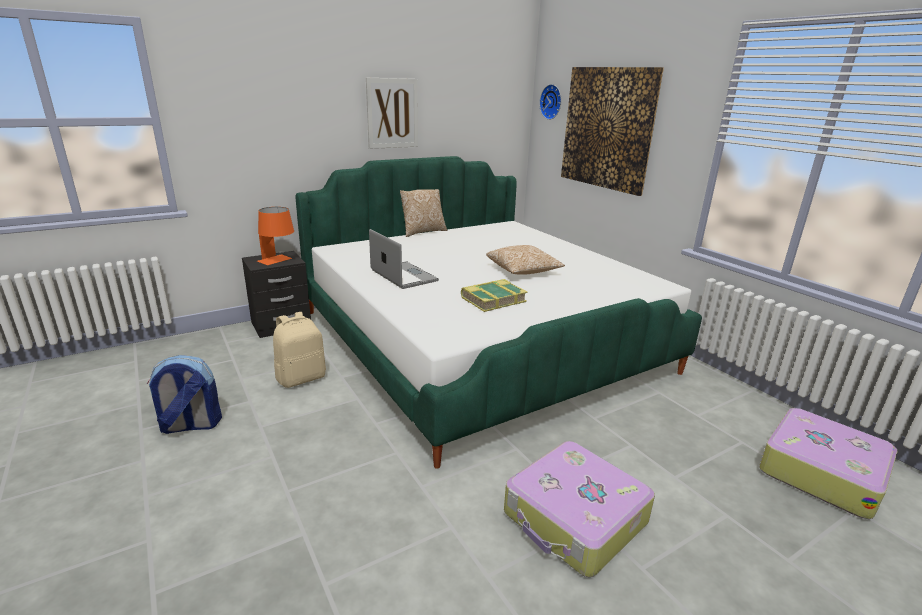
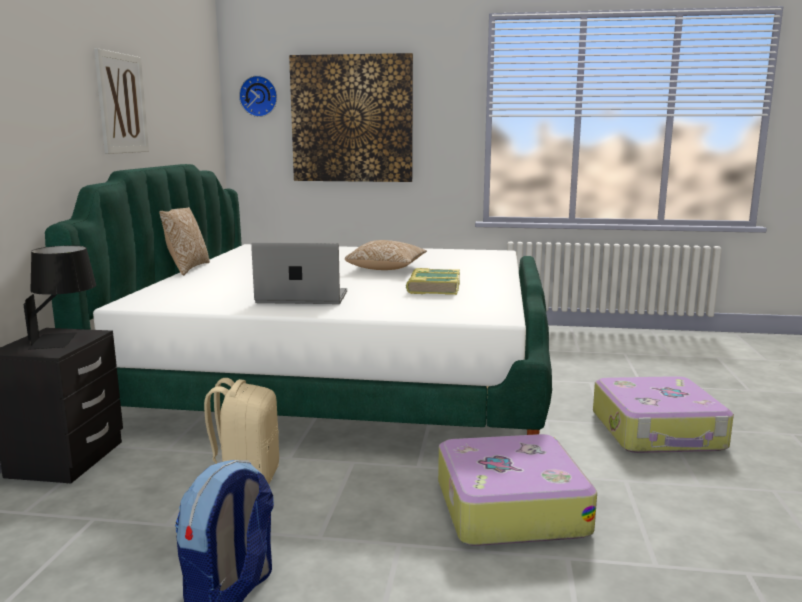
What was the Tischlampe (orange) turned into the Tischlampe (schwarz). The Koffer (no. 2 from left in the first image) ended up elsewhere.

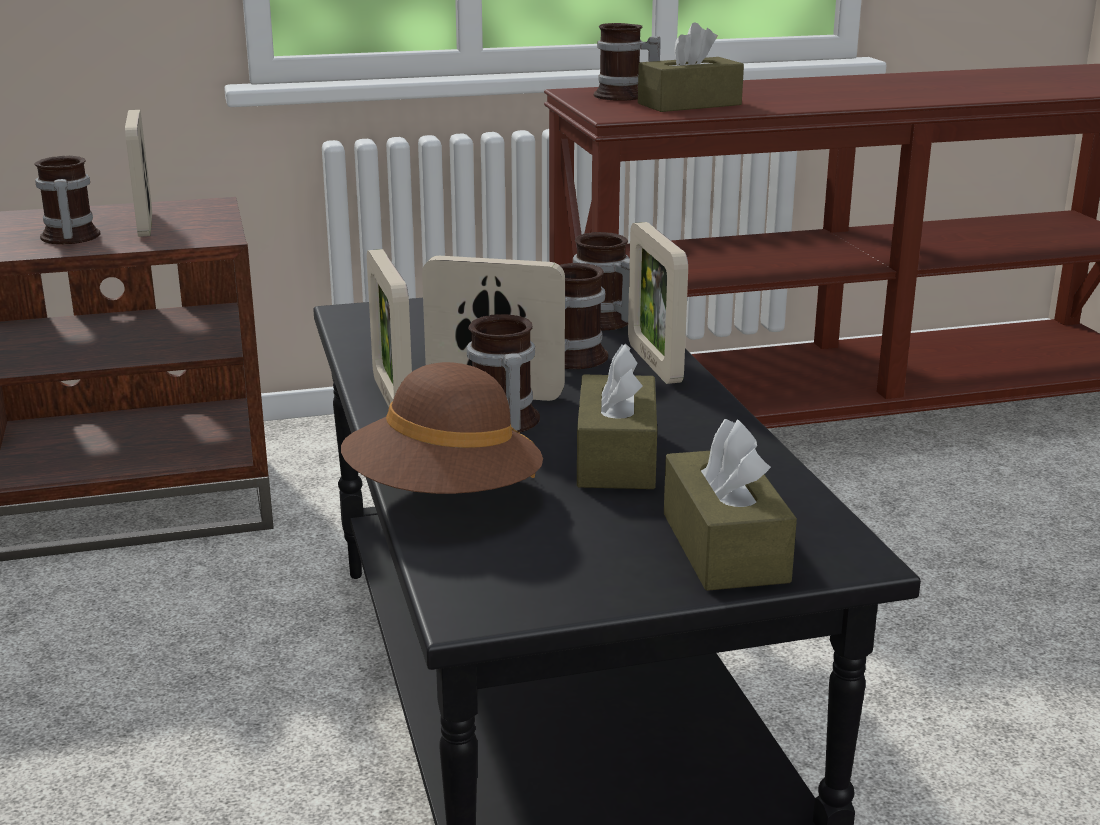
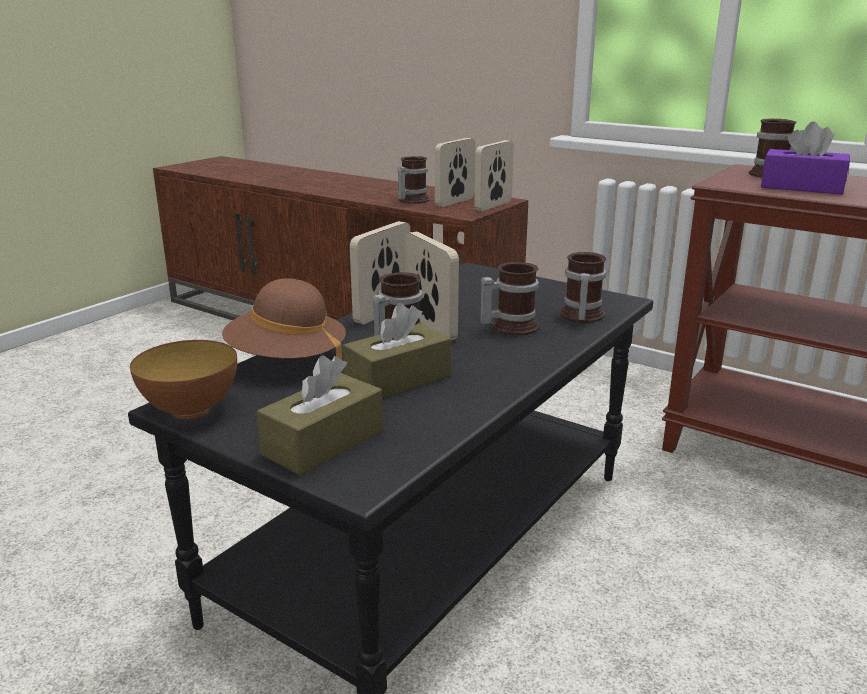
What was the Taschentuchbox (braun) (no. 2 from left) turned into the Taschentuchbox (lila). The Bilderrahmen (no. 4 from left) ended up elsewhere. The second view gained the Schüssel.

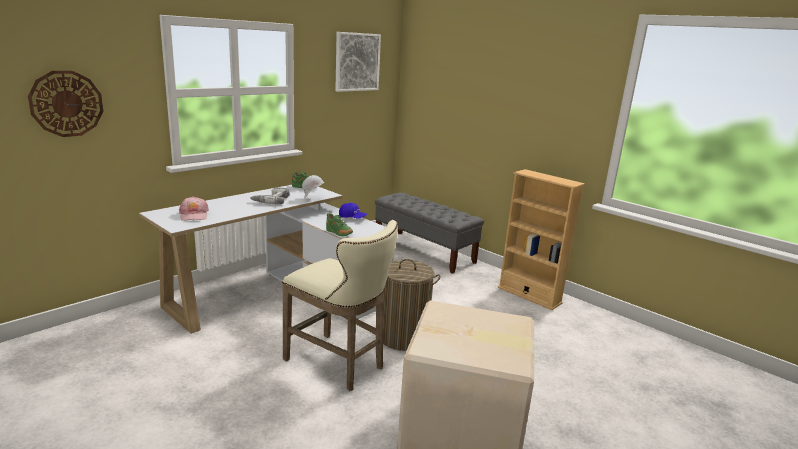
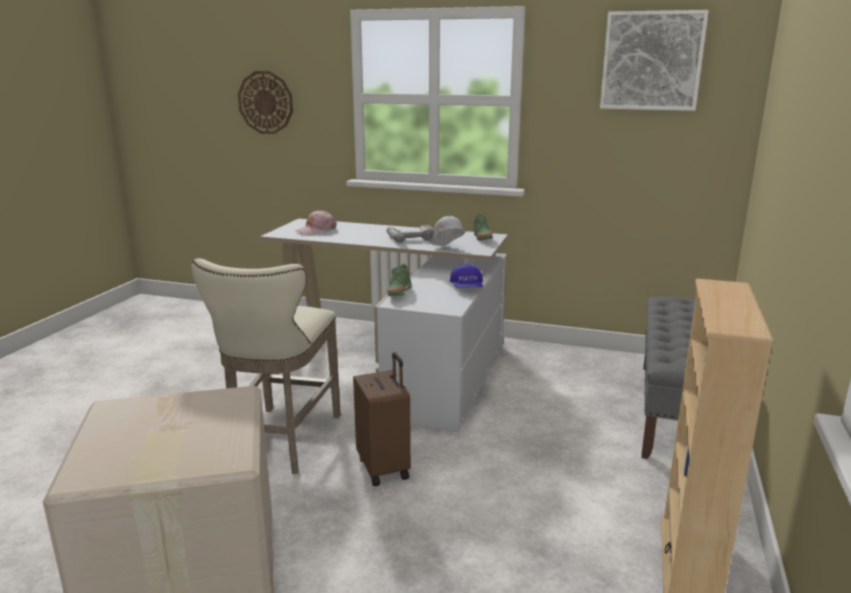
Where the Wäschekorb stood, the Koffer (braun) came to stand.

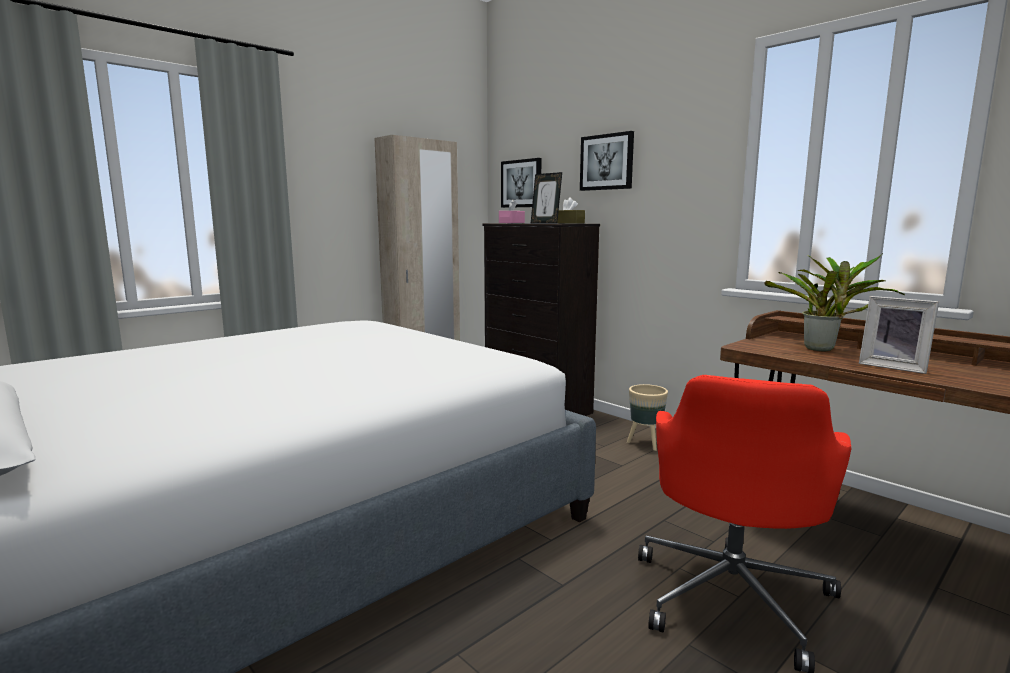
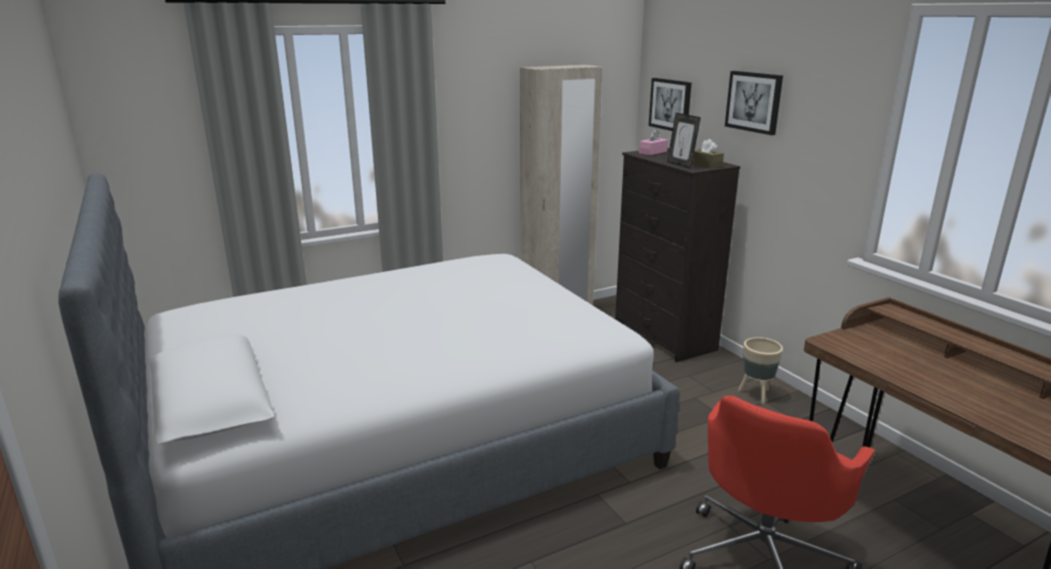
The second view lost the Topfpflanze. The second view lost the Bilderrahmen (no. 2 from left).

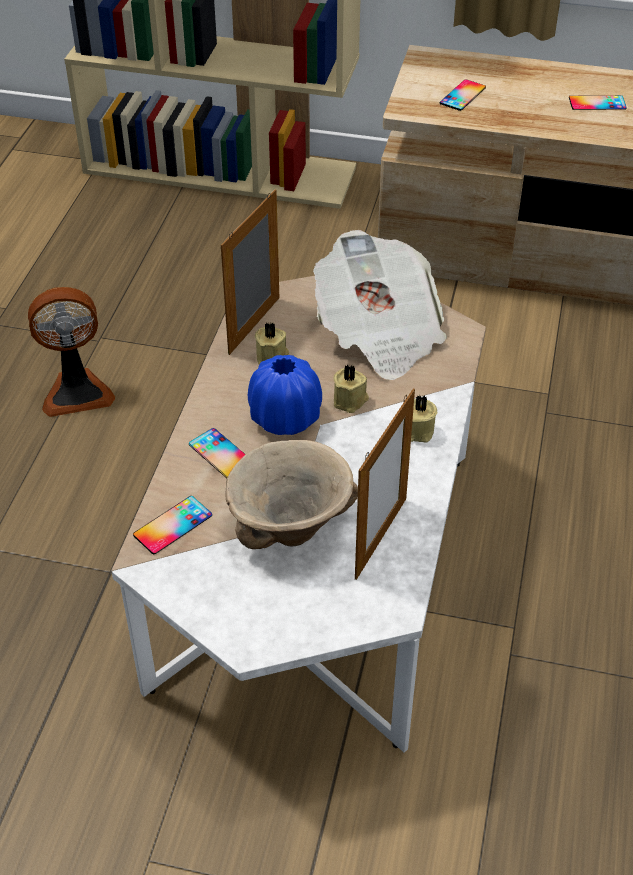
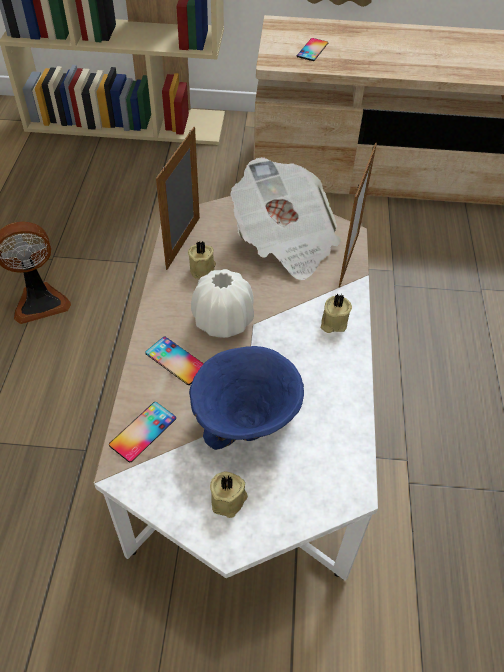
The second view lost the Handy (no. 4 from left). What was the Vase (blau) turned into the Vase (weiß). The Kerze (beige) (no. 2 from left) ended up elsewhere. The Bilderrahmen (no. 2 from left) ended up elsewhere. What was the Schüssel (beige) turned into the Schüssel (blau).

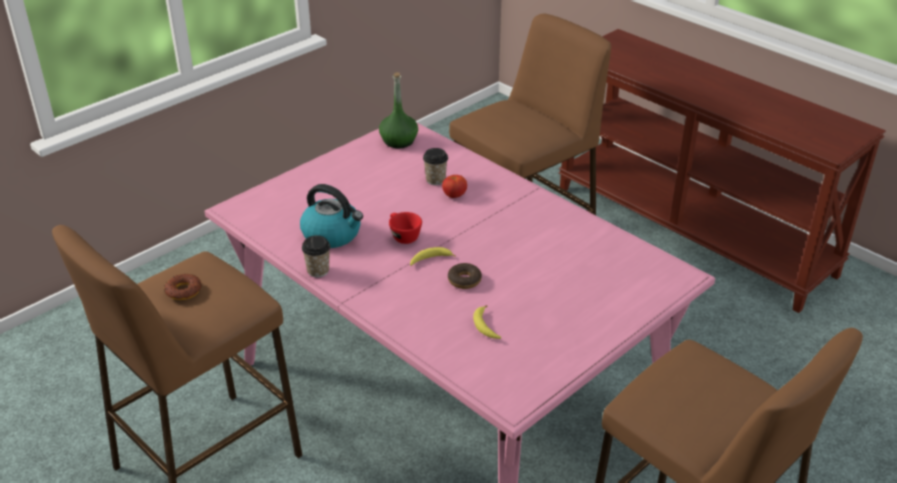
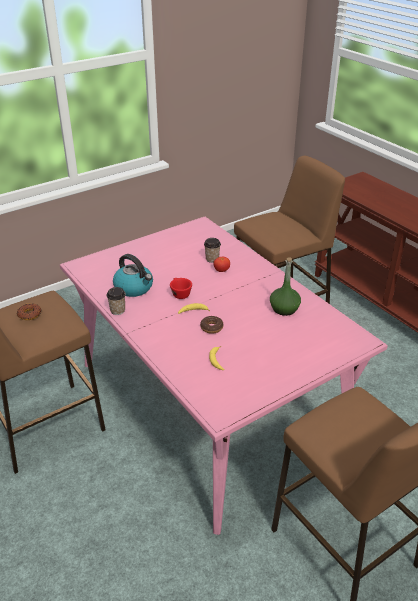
The Flasche (grün) ended up elsewhere.

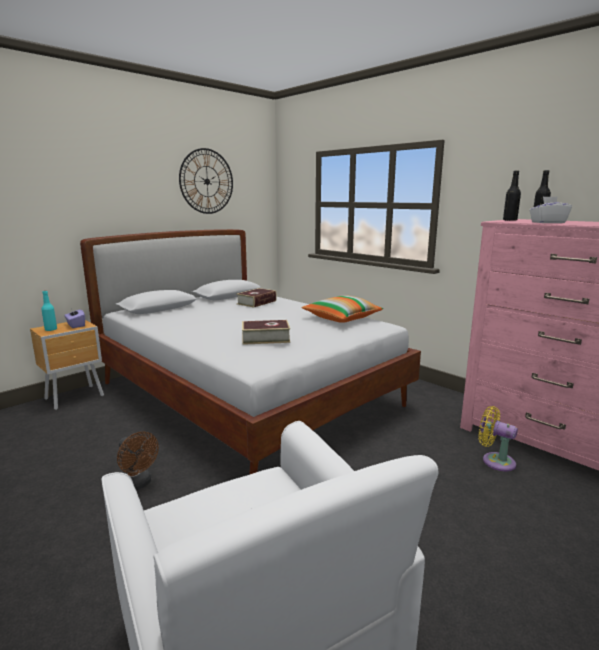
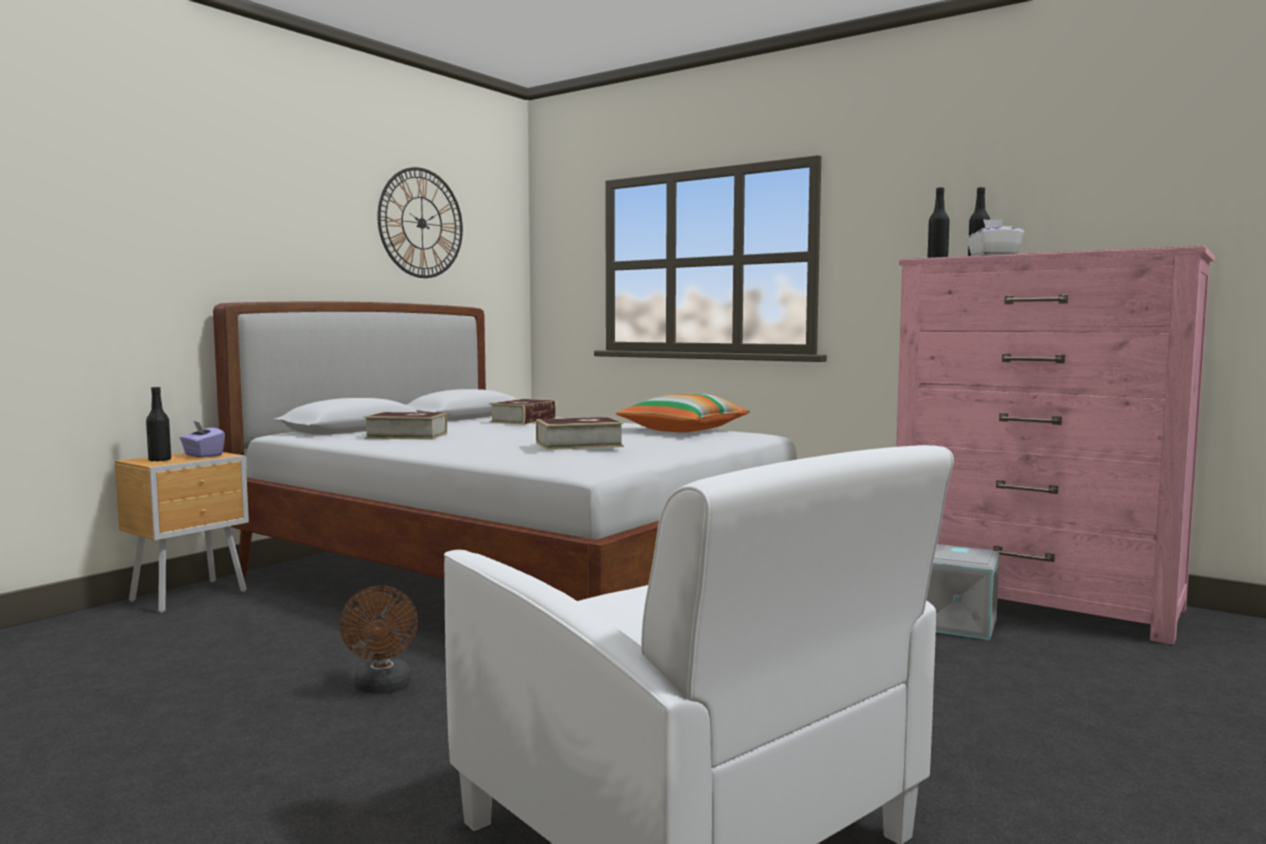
What was the Flasche (türkis) turned into the Flasche (schwarz) (no. 1 from left). Where the Ventilator (gelb) stood, the Aufbewahrungsbox (grau) came to stand. The Ventilator (braun) ended up facing another way, 45 degrees clockwise from before. The second view gained the Buch (no. 1 from left).

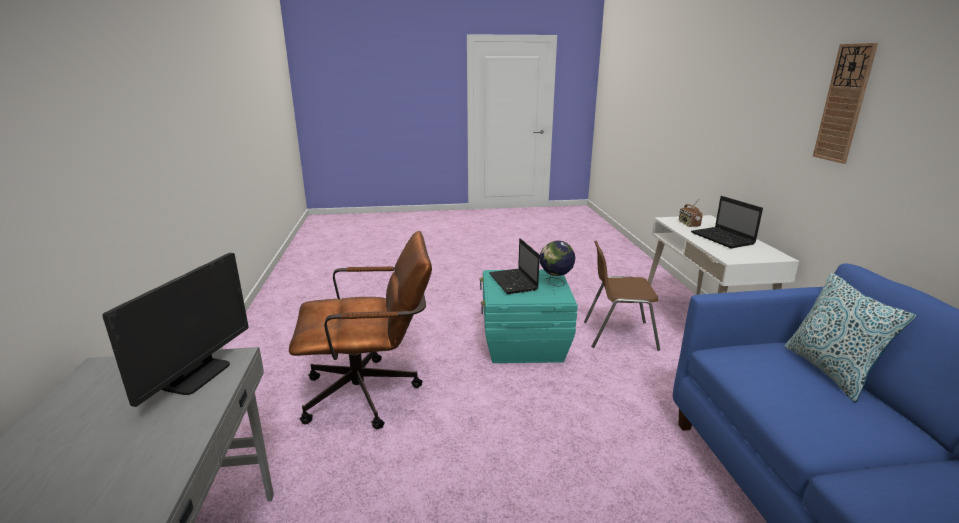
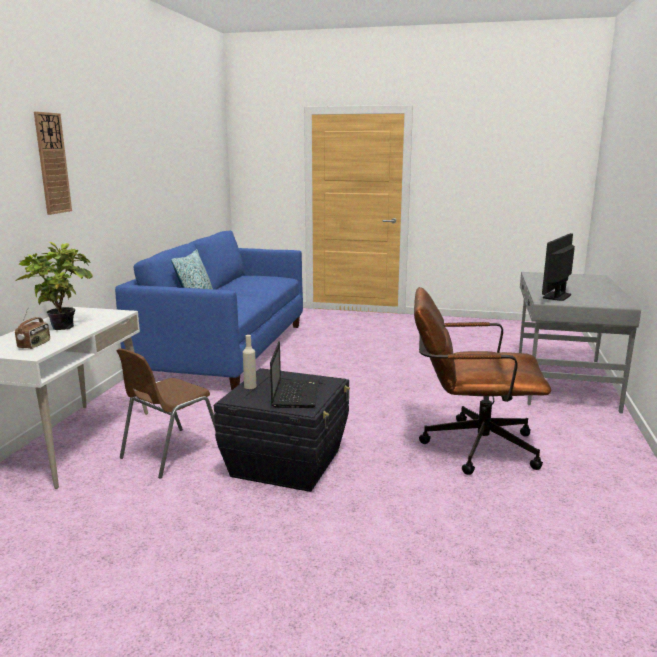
Where the Laptop (no. 2 from left) stood, the Topfpflanze came to stand. Where the Globus stood, the Flasche (beige) came to stand. The Stuhl (braun) ended up facing another way, 105 degrees clockwise from before. What was the Aufbewahrungsbox (türkis) turned into the Aufbewahrungsbox (schwarz).

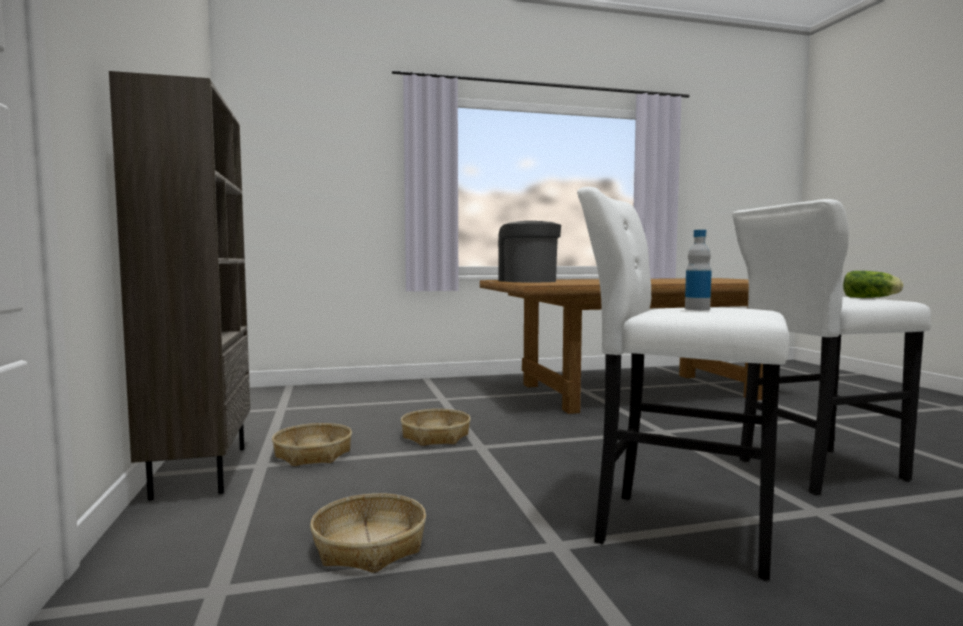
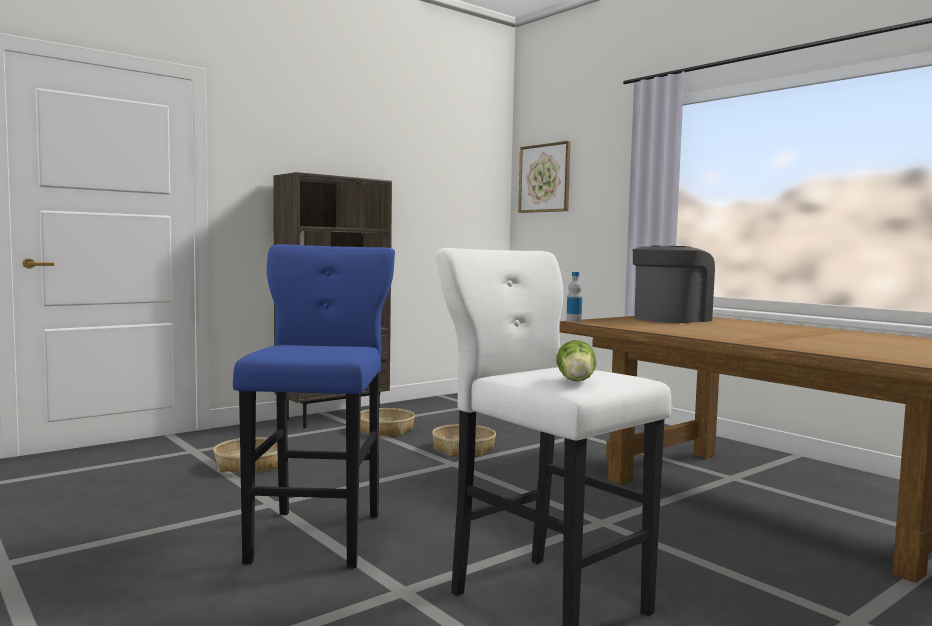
What was the Hocker (weiß) (no. 1 from left) turned into the Hocker (blau). The Flasche ended up elsewhere. The second view gained the Bild.

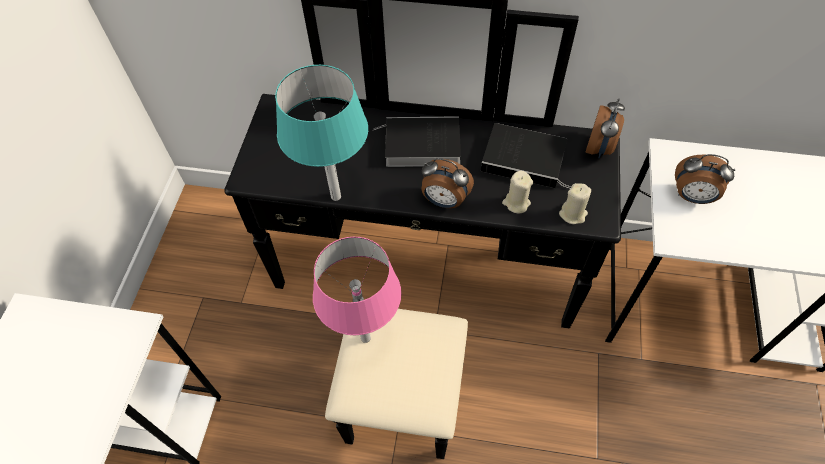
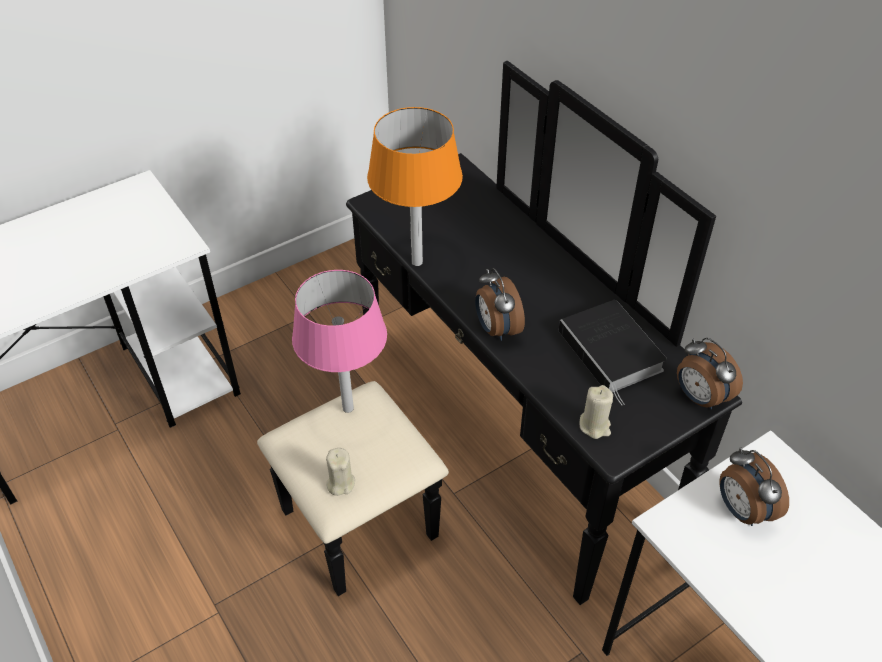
What was the Tischlampe (türkis) turned into the Tischlampe (orange). The Wecker (no. 2 from left) ended up facing another way, 75 degrees clockwise from before. The second view lost the Buch (no. 1 from left). The Kerze (beige) (no. 1 from left) ended up elsewhere.

